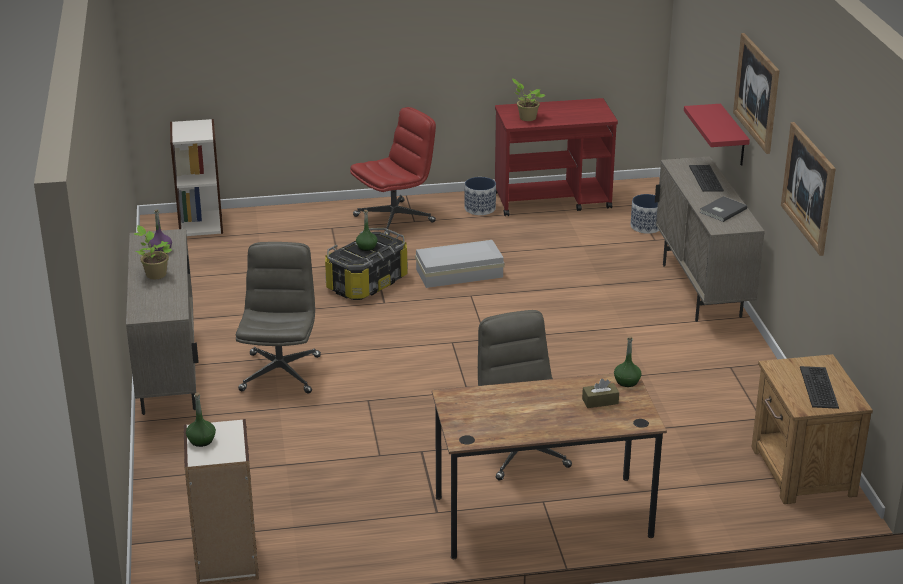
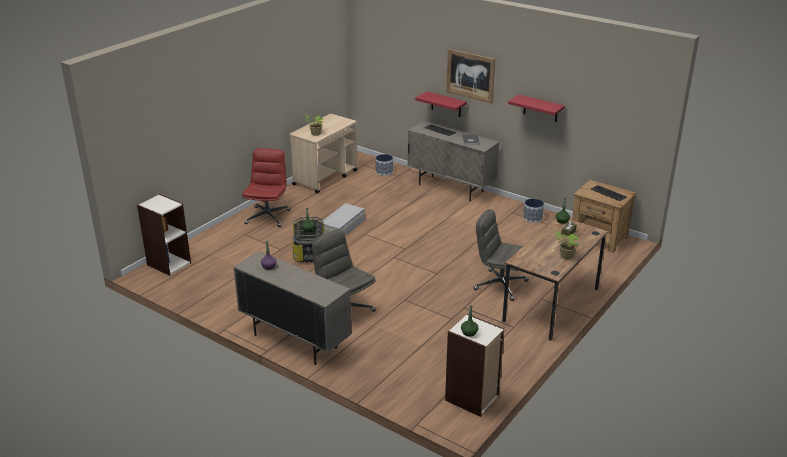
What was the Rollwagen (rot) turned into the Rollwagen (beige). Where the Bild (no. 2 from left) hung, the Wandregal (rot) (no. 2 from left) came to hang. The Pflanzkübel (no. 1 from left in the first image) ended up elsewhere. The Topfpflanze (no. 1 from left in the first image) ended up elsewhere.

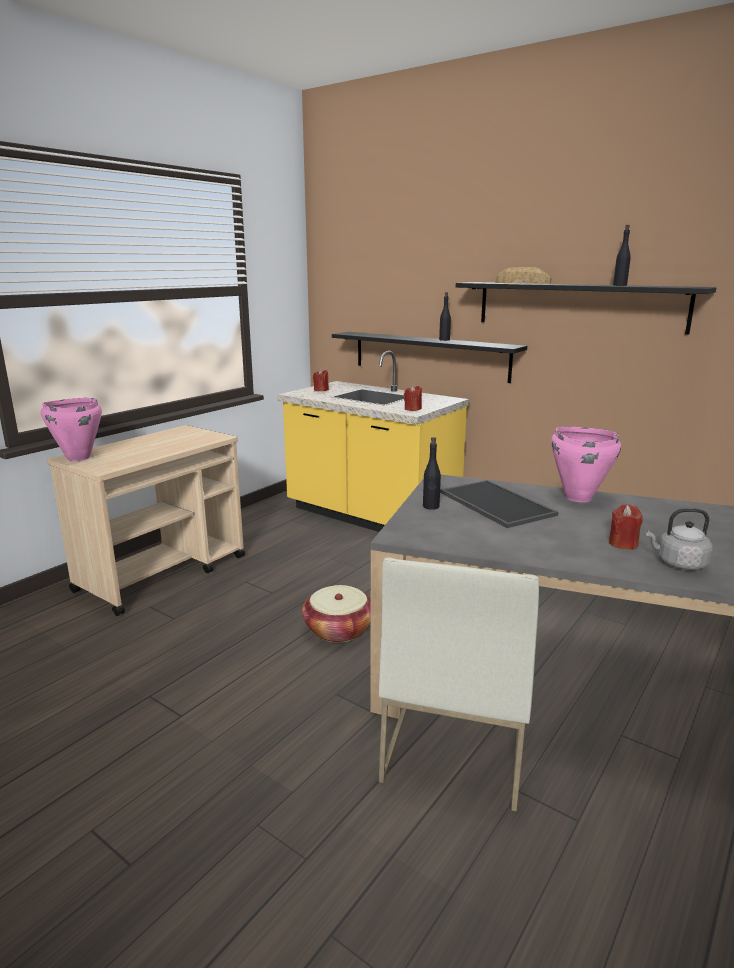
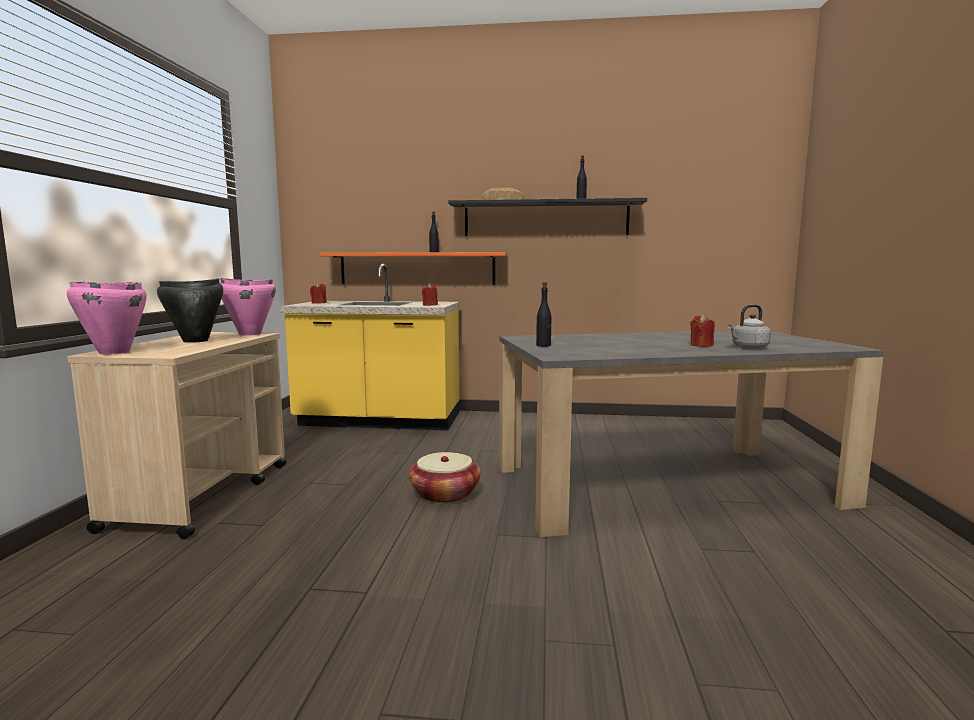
What was the Wandregal (schwarz) (no. 1 from left) turned into the Wandregal (orange). The Kochtopf (rosa) (no. 2 from left) ended up elsewhere. The second view lost the Tablett. The second view lost the Stuhl (weiß). The second view gained the Kochtopf (schwarz).

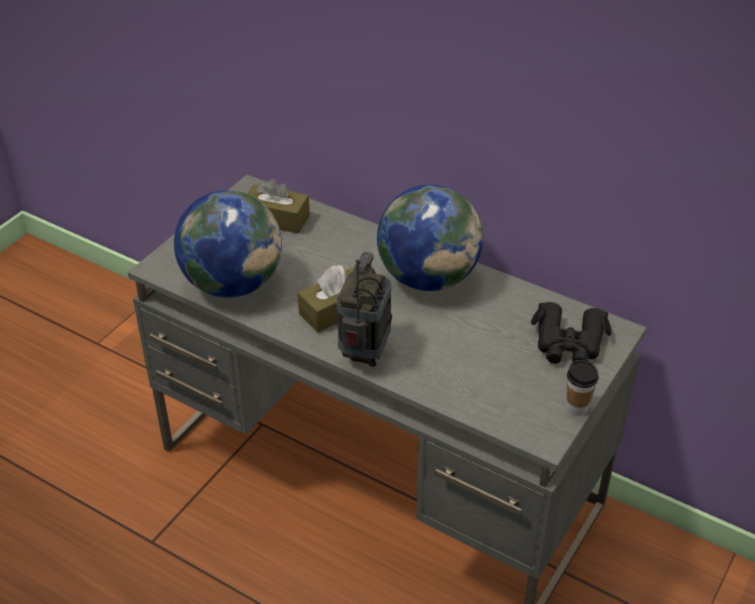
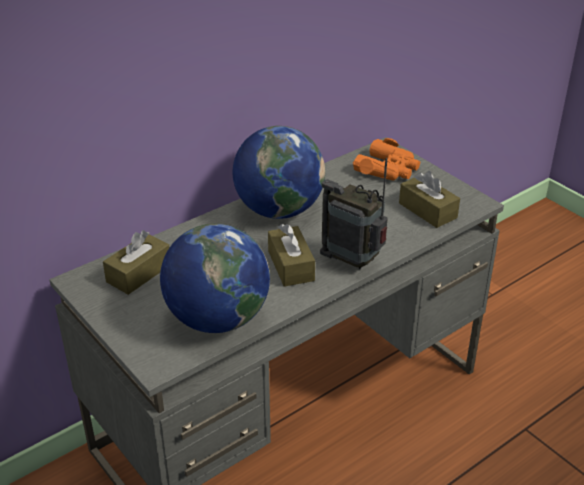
What was the Fernglas (schwarz) turned into the Fernglas (orange). The second view lost the Tasse. The second view gained the Taschentuchbox (braun) (no. 3 from left).

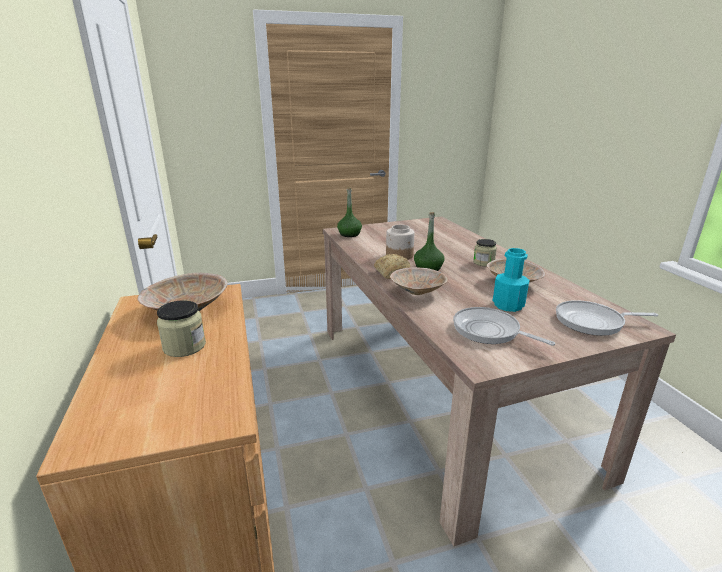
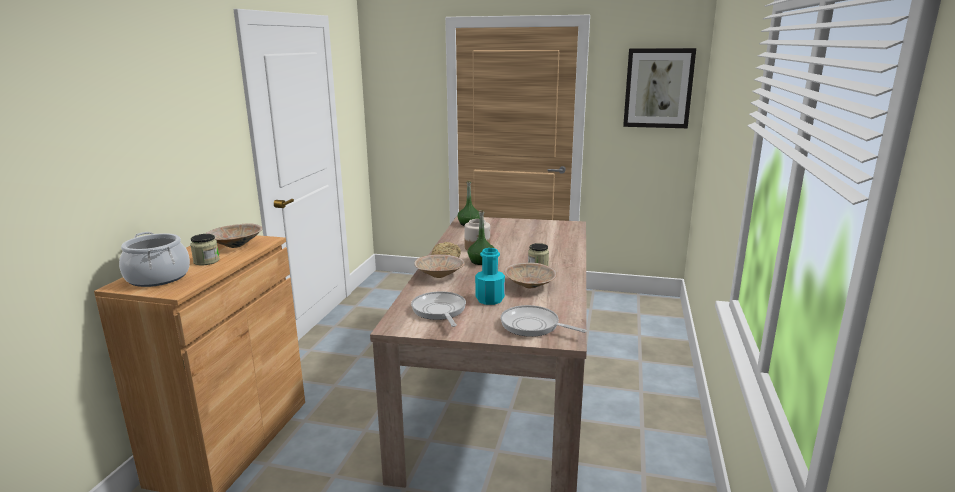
The second view gained the Bild. The second view gained the Kochtopf.

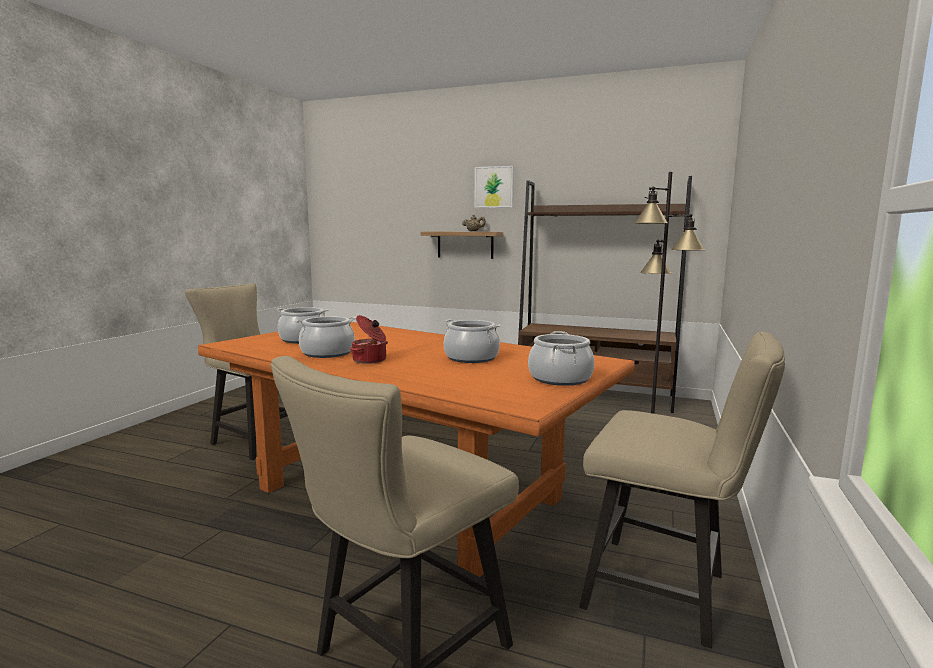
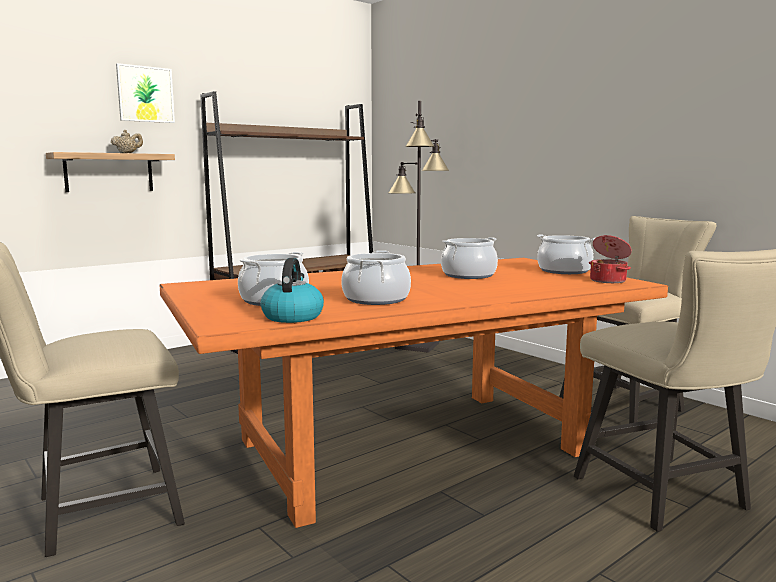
The Kochtopf (no. 3 from left in the first image) ended up elsewhere. The second view gained the Wasserkessel.

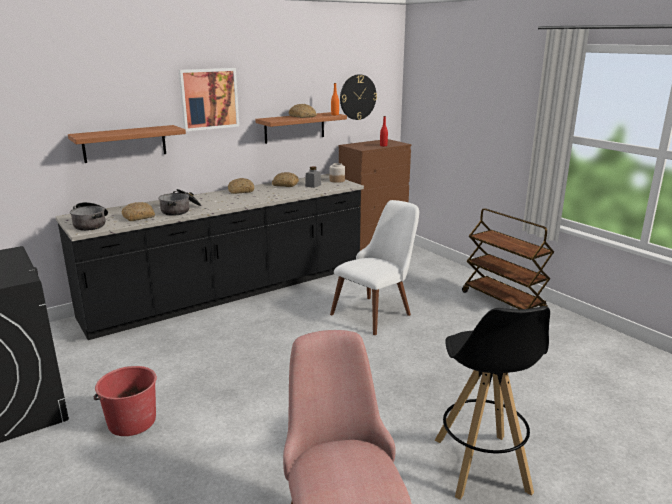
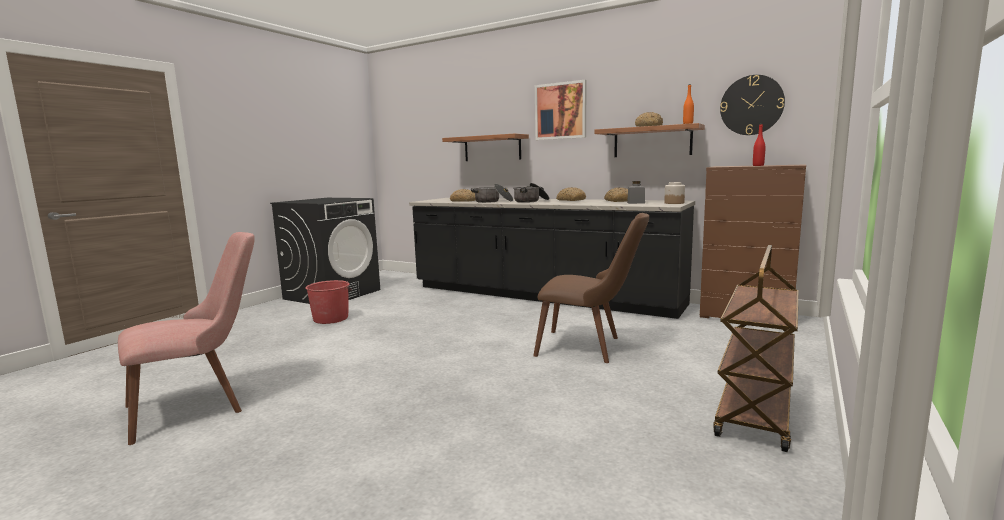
What was the Stuhl (weiß) turned into the Stuhl (braun). The Kochtopf (no. 1 from left in the first image) ended up elsewhere. The second view lost the Hocker (schwarz).

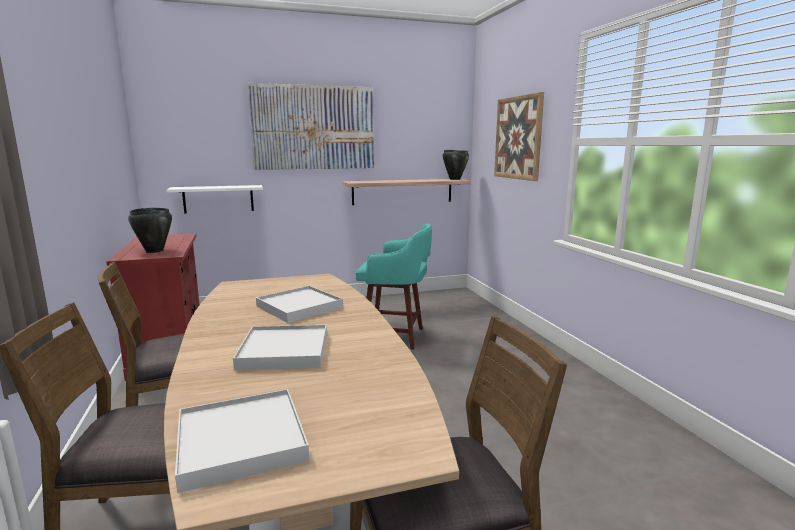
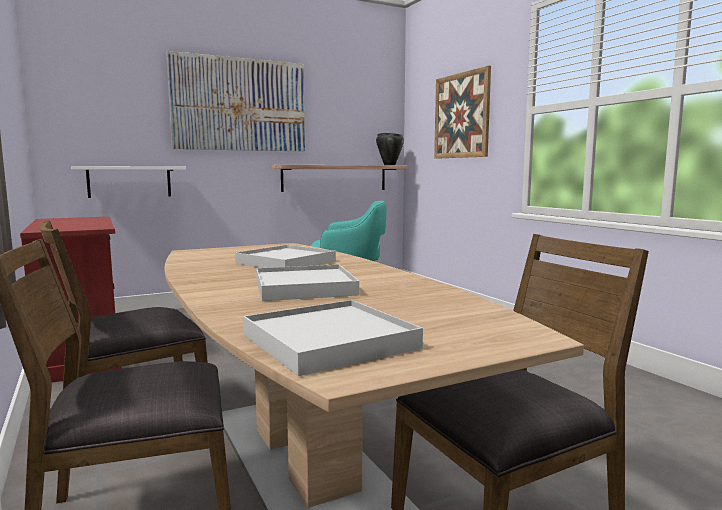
The second view lost the Kochtopf (schwarz) (no. 1 from left).

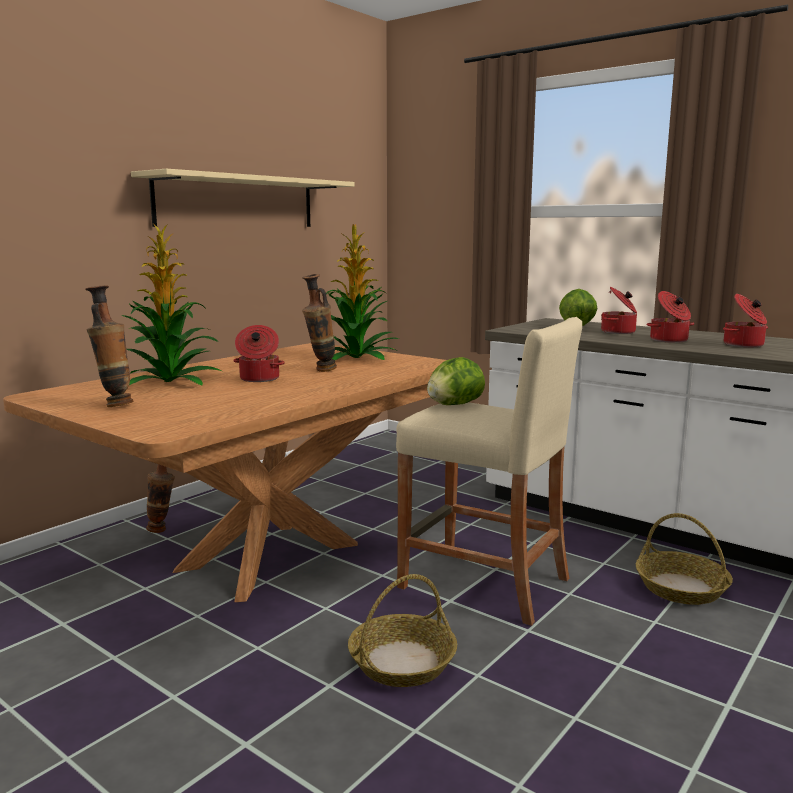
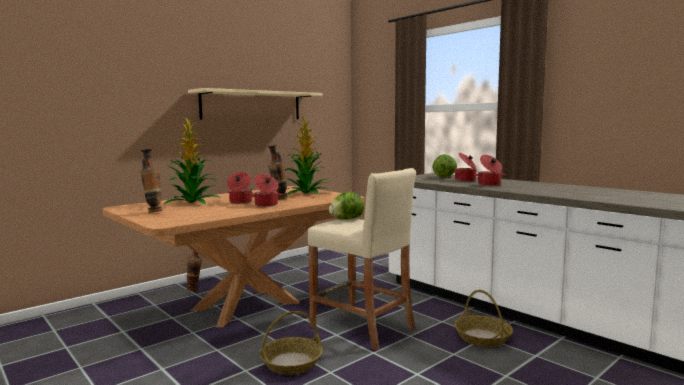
The Kochtopf (no. 4 from left in the first image) ended up elsewhere.

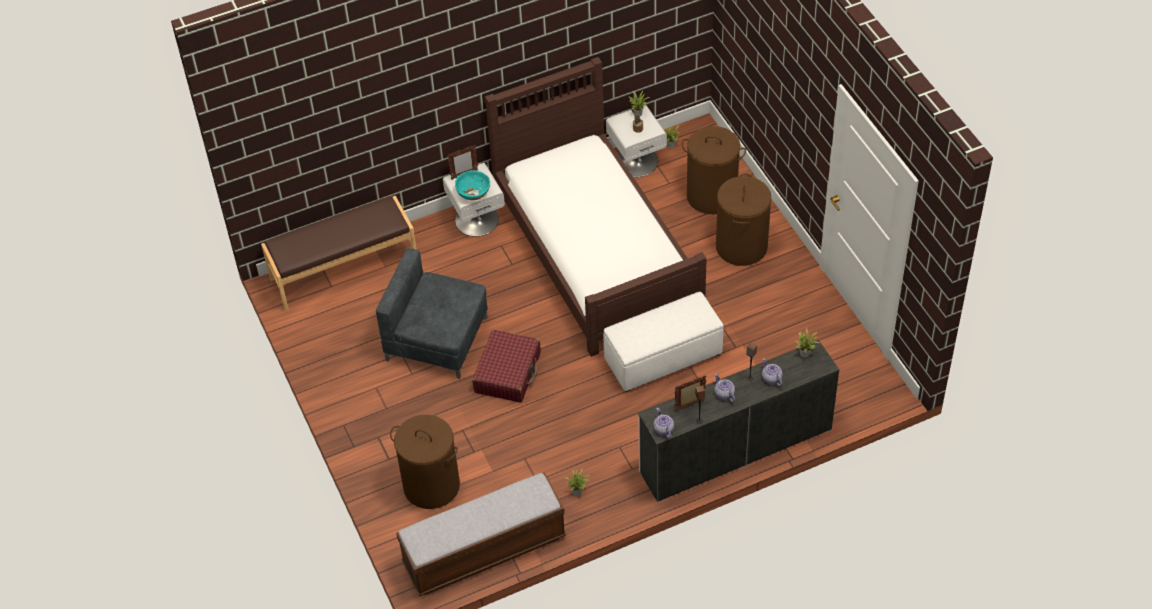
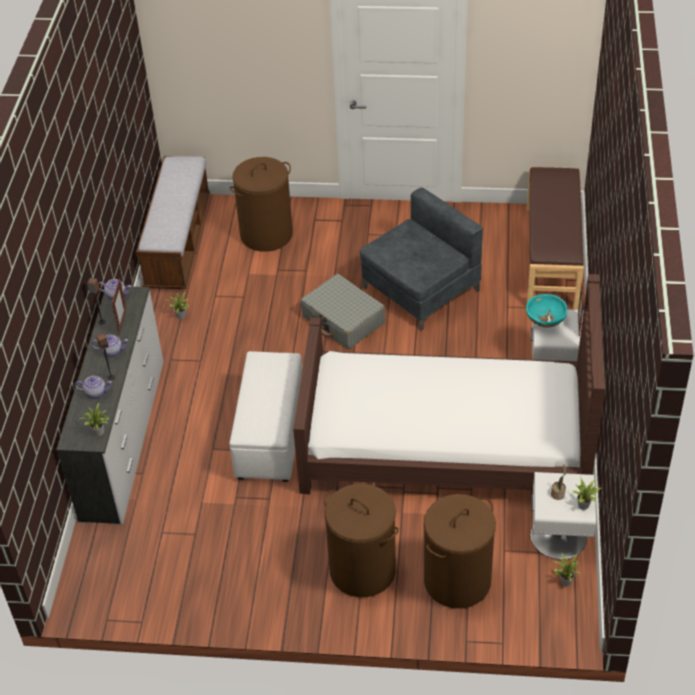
What was the Koffer (rot) turned into the Koffer (grau).

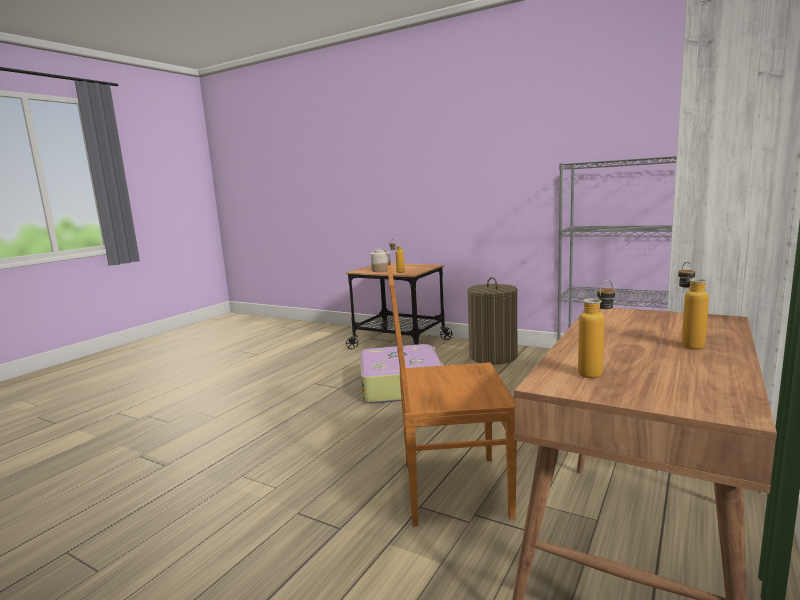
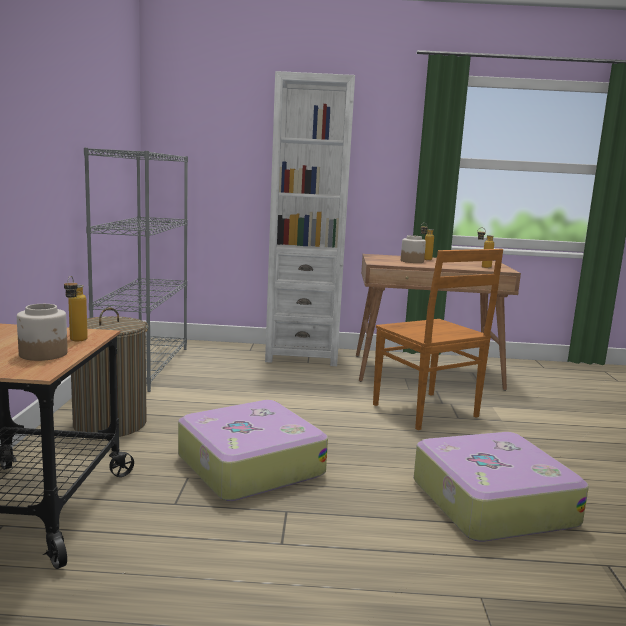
The second view gained the Vorratsglas (no. 2 from left). The second view gained the Koffer (no. 2 from left).

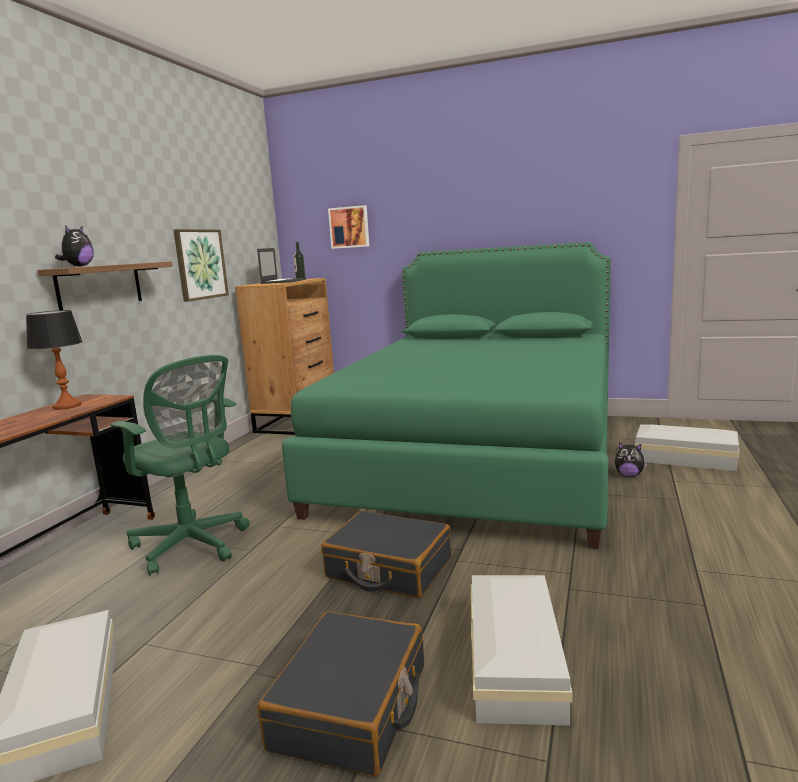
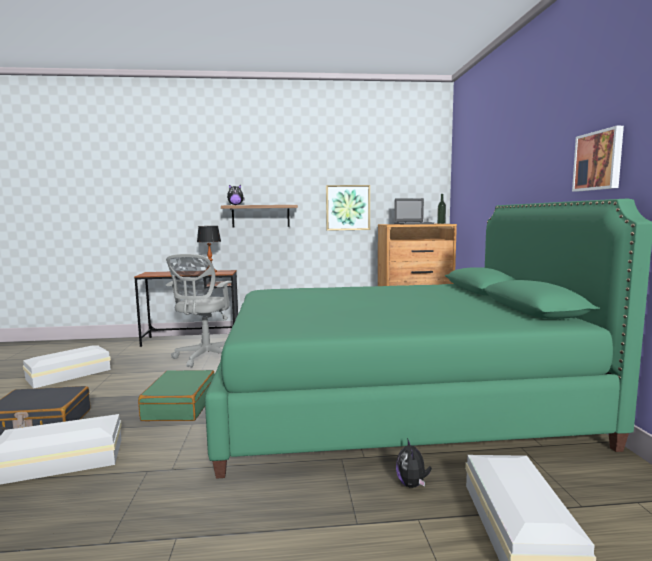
The Bild (no. 2 from left) ended up elsewhere. What was the Bürostuhl (grün) turned into the Bürostuhl (grau). What was the Koffer (schwarz) (no. 2 from left) turned into the Koffer (grün).

